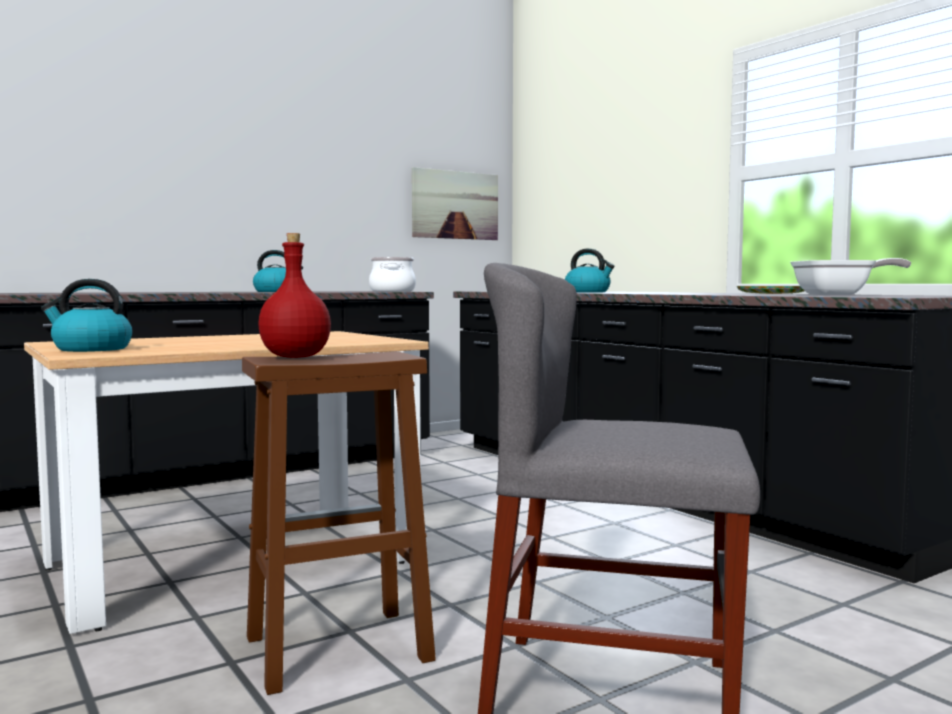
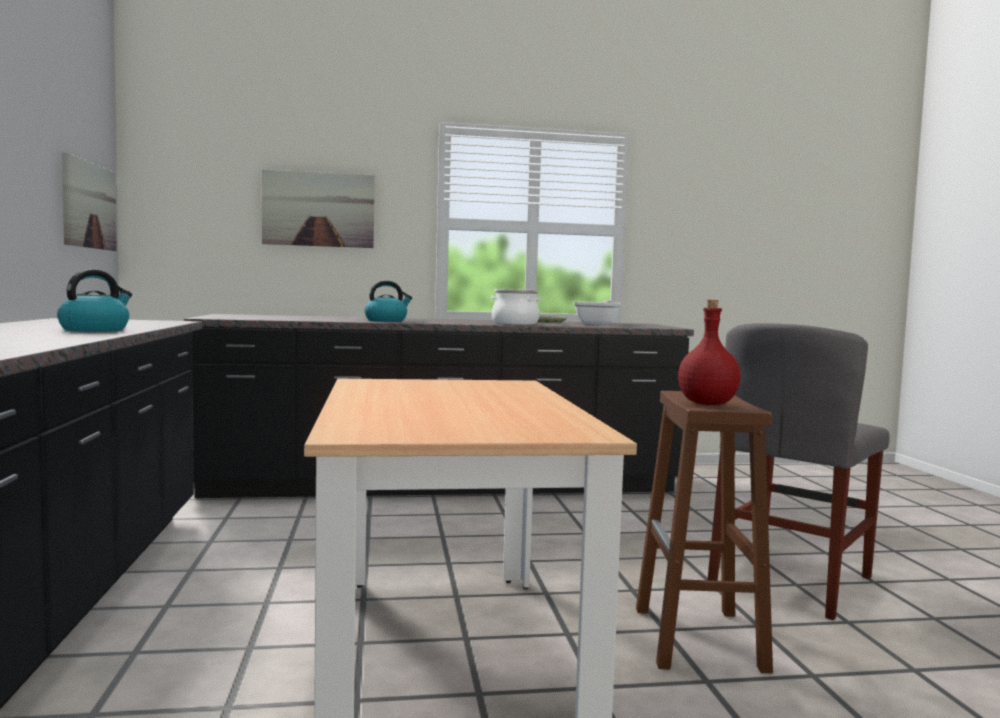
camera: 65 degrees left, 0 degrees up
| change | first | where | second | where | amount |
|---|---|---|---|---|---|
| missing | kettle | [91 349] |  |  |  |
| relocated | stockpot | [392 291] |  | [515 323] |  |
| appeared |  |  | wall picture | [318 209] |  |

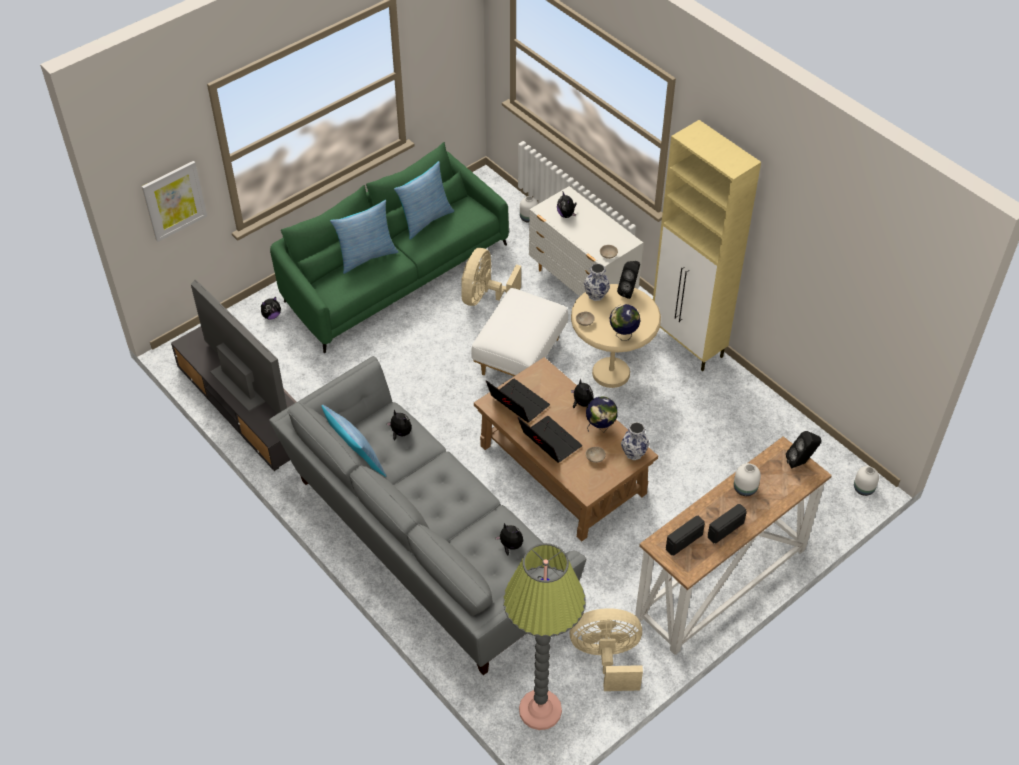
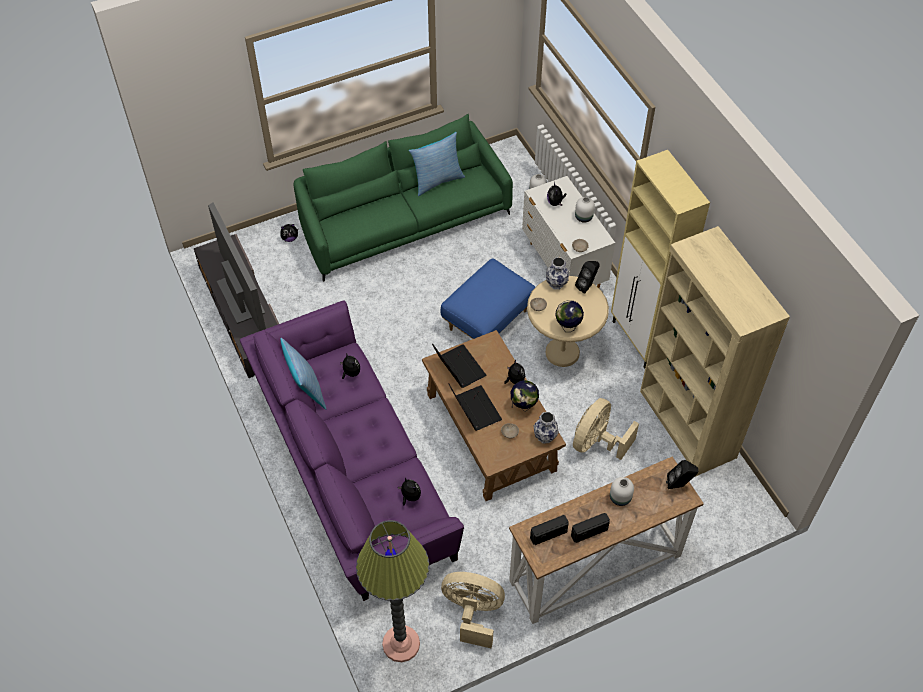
camera: 15 degrees right, 5 degrees up
| change | first | where | second | where | amount |
|---|---|---|---|---|---|
| missing | wall picture | [174 200] |  |  |  |
| colour | gray sofa | [425 546] | purplish sofa | [352 474] |  |
| missing | pillow | [366 256] |  |  |  |
| relocated | beige cooling fan | [484 297] |  | [597 442] |  |
| colour | whitish footrest | [519 356] | blue-coloured footrest | [487 319] |  |
| relocated | whitish decorative vase | [863 488] |  | [583 217] |  |
| appeared |  |  | beige bookcase | [686 425] |  |

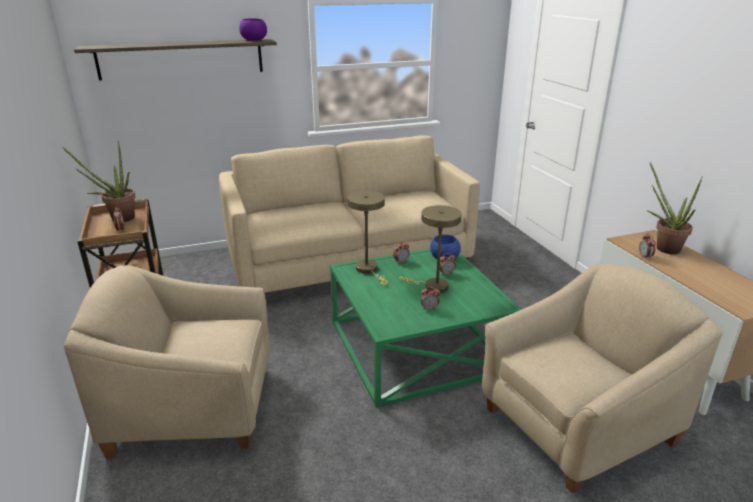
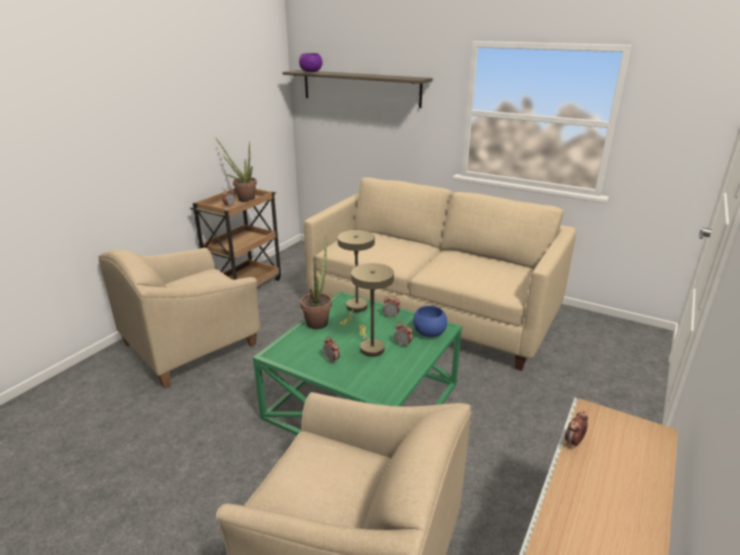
camera: 50 degrees right, 0 degrees up
| change | first | where | second | where | amount |
|---|---|---|---|---|---|
| spun | beige easy chair | [194 407] |  | [191 345] | 90 degrees counterclockwise |
| relocated | purplish serving bowl | [254 40] |  | [310 72] |  |
| relocated | plant in a pot | [663 247] |  | [318 321] |  |

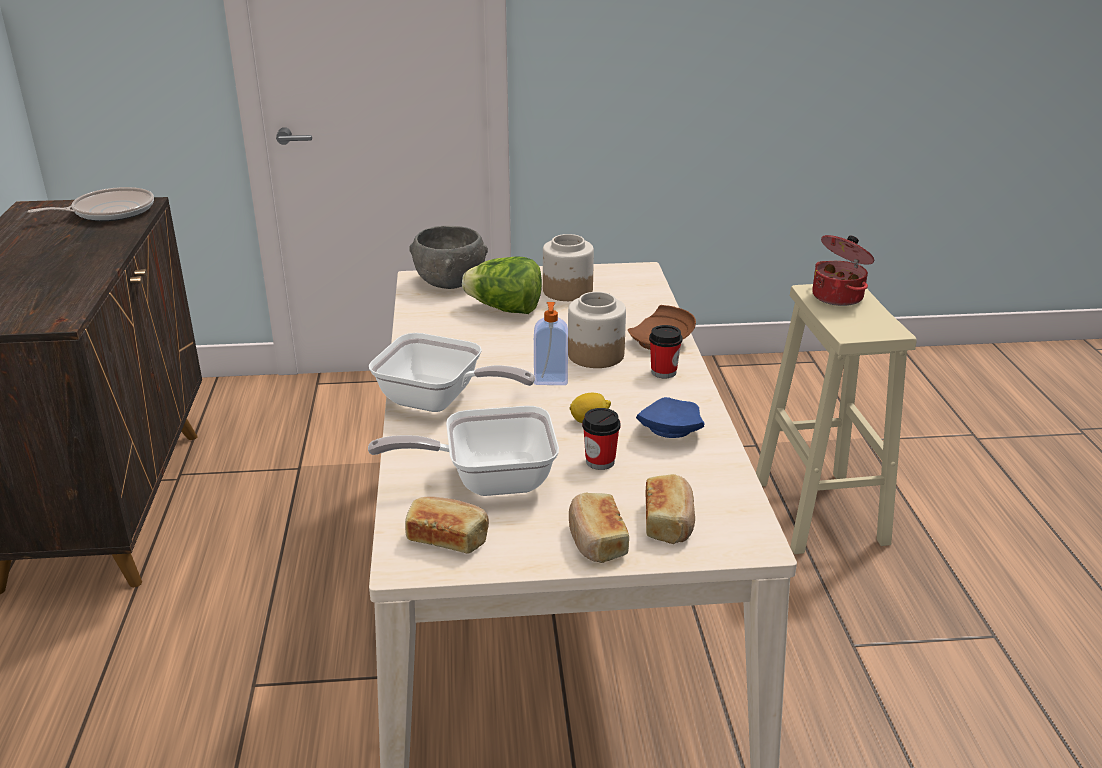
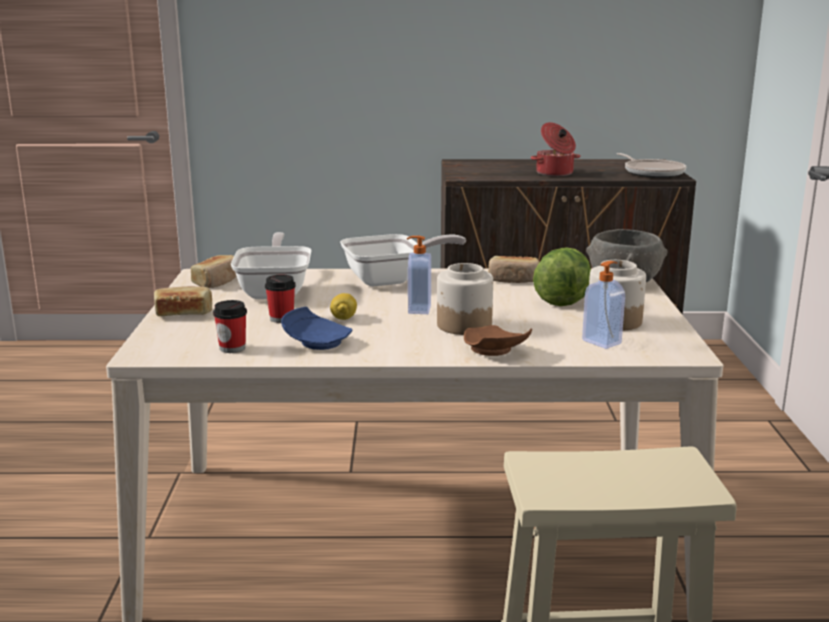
camera: 95 degrees right, 10 degrees down
| change | first | where | second | where | amount |
|---|---|---|---|---|---|
| spun | skillet | [439 401] |  | [391 280] | 135 degrees counterclockwise |
| relocated | baked bread | [669 522] |  | [513 280] |  |
| relocated | small cup | [663 372] |  | [232 348] |  |
| relocated | stockpot | [839 296] |  | [555 173] |  |
| appeared |  |  | soap bottle | [602 342] |  |

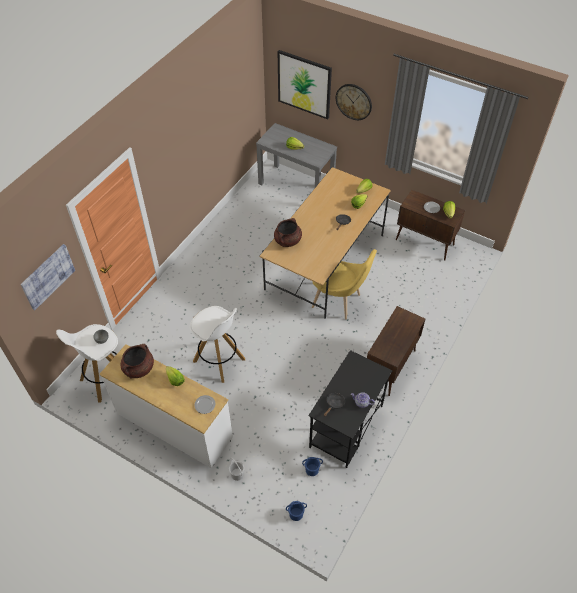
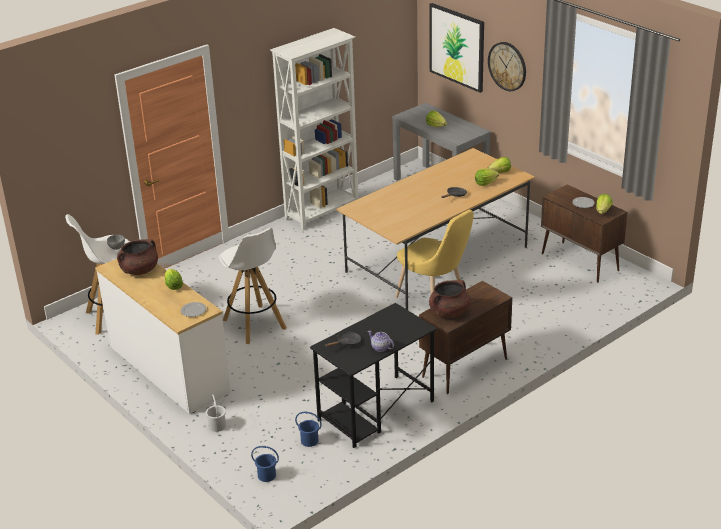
camera: 20 degrees right, 20 degrees down
| change | first | where | second | where | amount |
|---|---|---|---|---|---|
| missing | wall picture | [47 276] |  |  |  |
| relocated | brown-coloured stockpot | [287 241] |  | [449 312] |  |
| appeared |  |  | whitish bookcase | [323 212] |  |

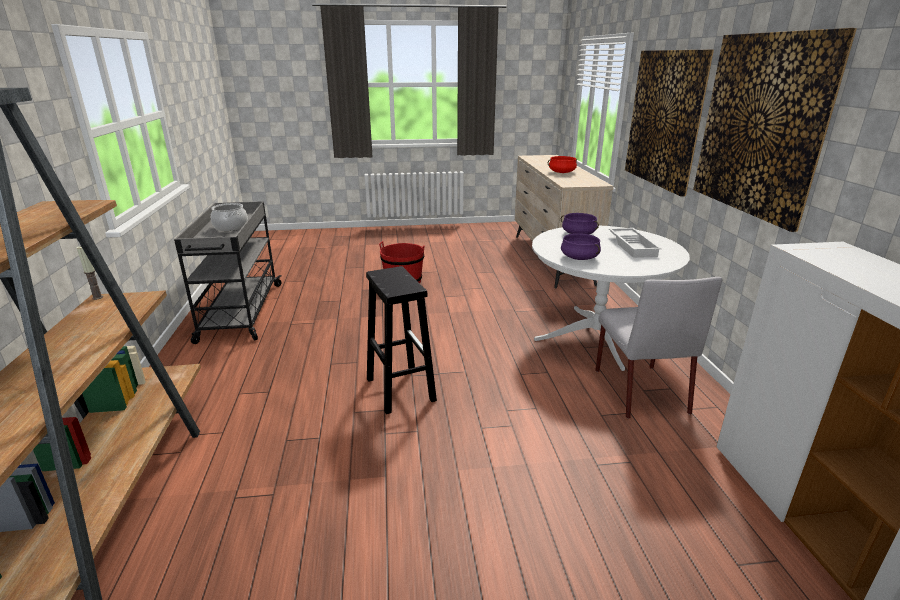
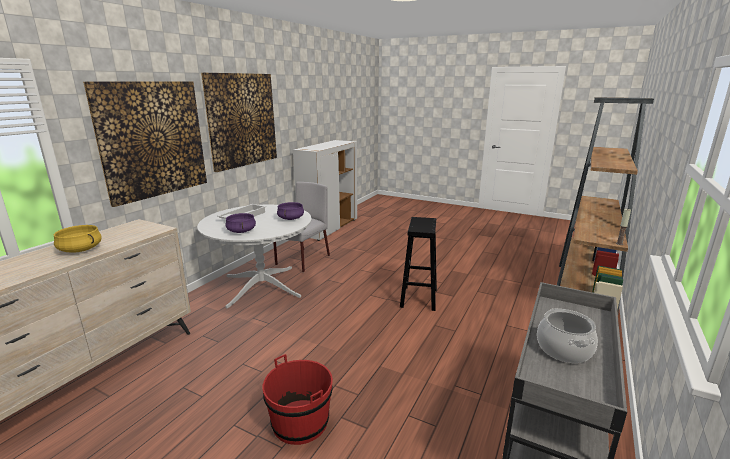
camera: 145 degrees left, 5 degrees down
| change | first | where | second | where | amount |
|---|---|---|---|---|---|
| colour | reddish stockpot | [562 172] | yellow stockpot | [80 250] |  |

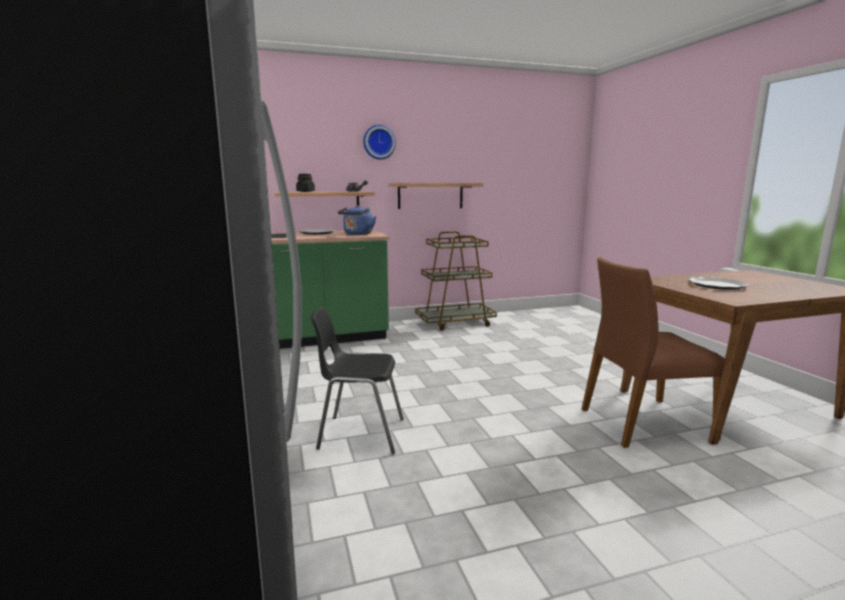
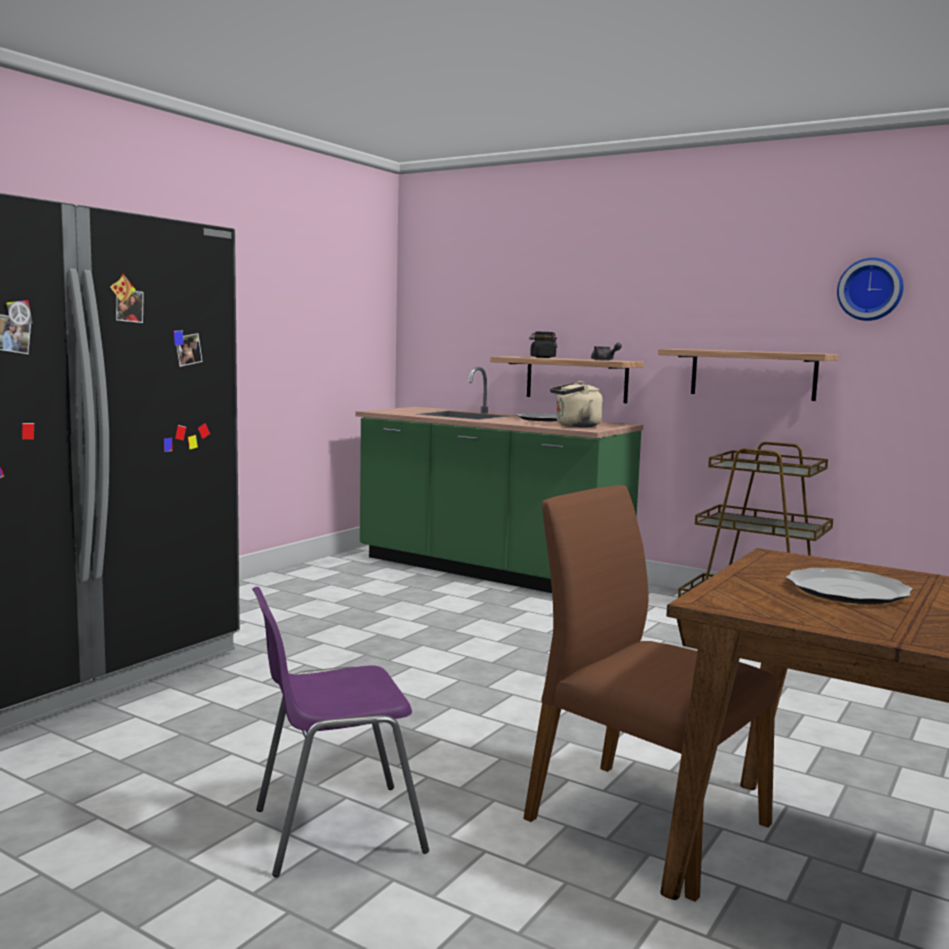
camera: 50 degrees right, 5 degrees down
| change | first | where | second | where | amount |
|---|---|---|---|---|---|
| missing | black-coloured upright chair | [359 433] |  |  |  |
| colour | blue-coloured kettle | [357 234] | beige kettle | [575 426] |  |
| relocated | clock on the wall | [379 142] |  | [870 289] |  |
| appeared |  |  | purplish upright chair | [333 830] |  |

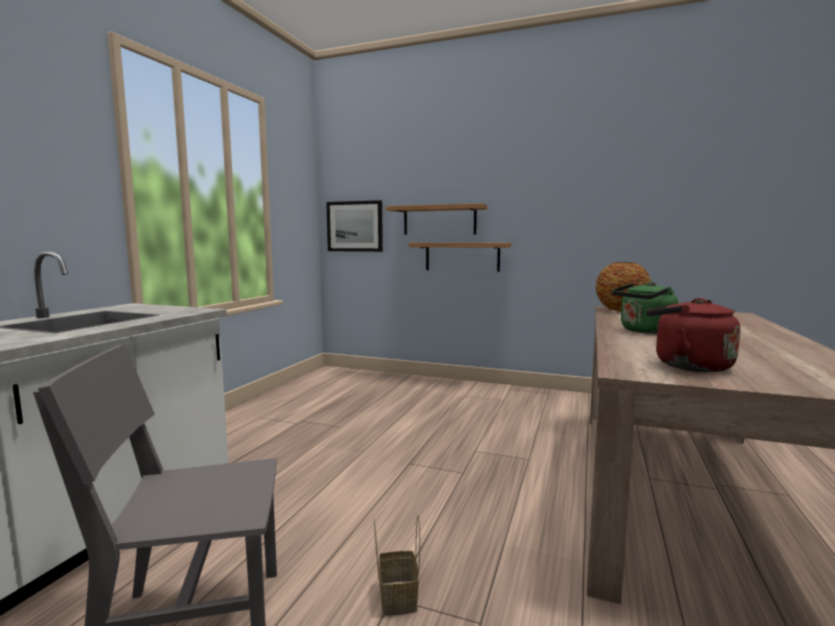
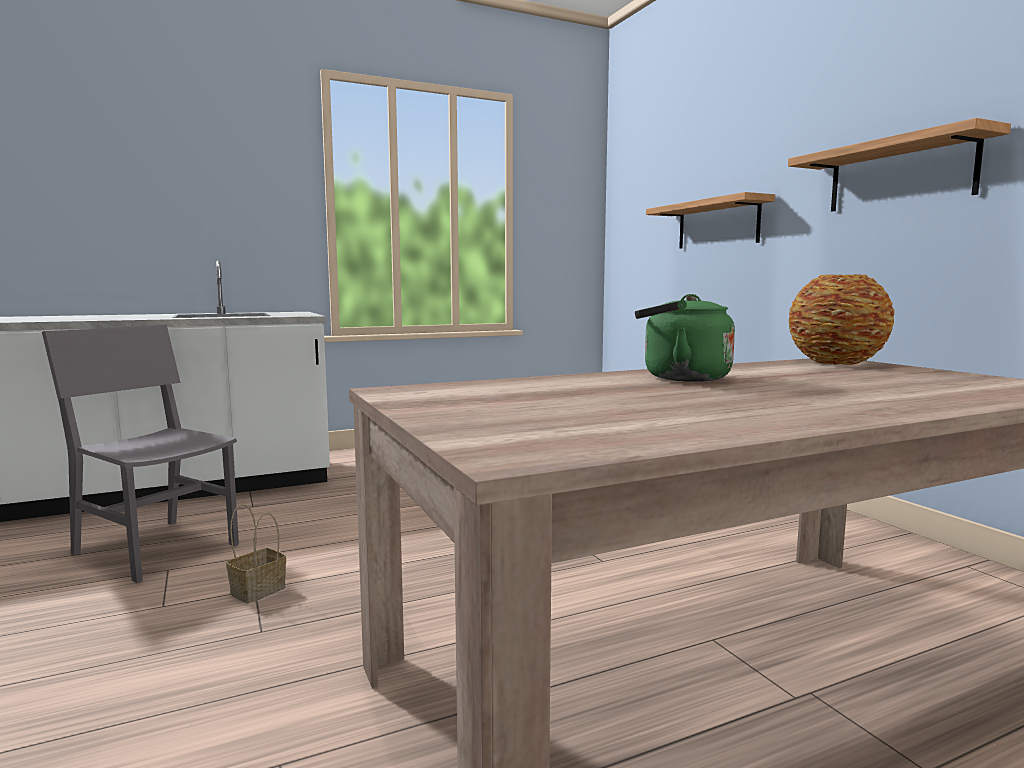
camera: 45 degrees right, 0 degrees up
| change | first | where | second | where | amount |
|---|---|---|---|---|---|
| missing | wall picture | [355 226] |  |  |  |
| relocated | shelf | [462 256] |  | [899 174] |  |
| missing | reddish kettle | [687 365] |  |  |  |

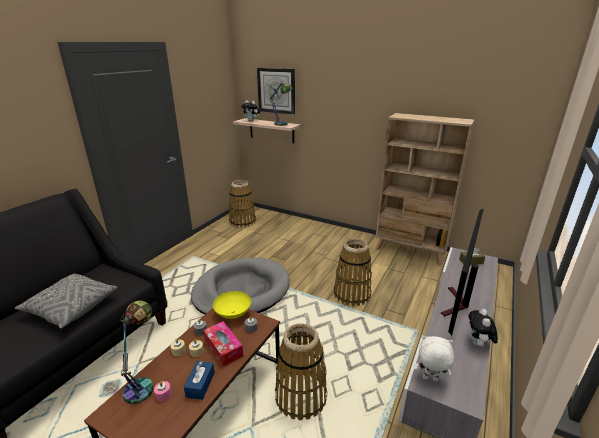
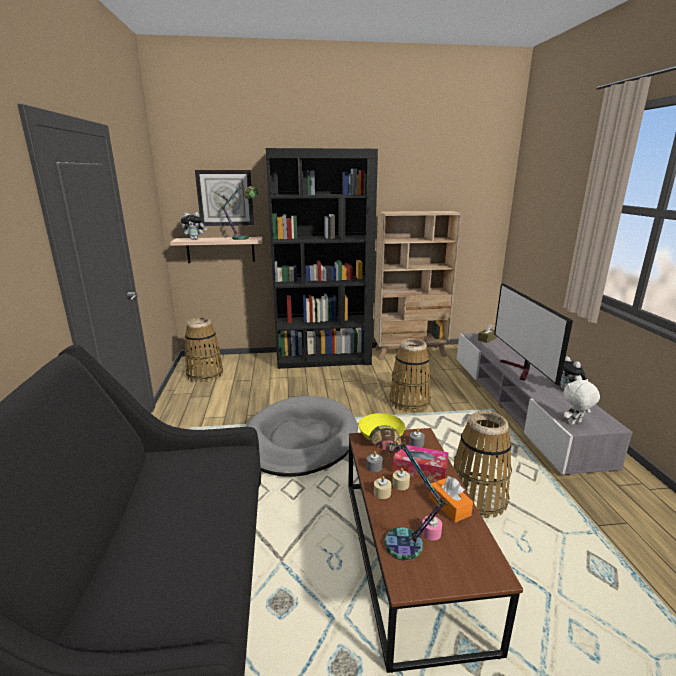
camera: 35 degrees left, 5 degrees down
| change | first | where | second | where | amount |
|---|---|---|---|---|---|
| missing | gray pillow | [71 308] |  |  |  |
| colour | blue-coloured box of tissues | [200 384] | orange-coloured box of tissues | [449 506] |  |
| appeared |  |  | black-coloured bookcase | [323 358] |  |

